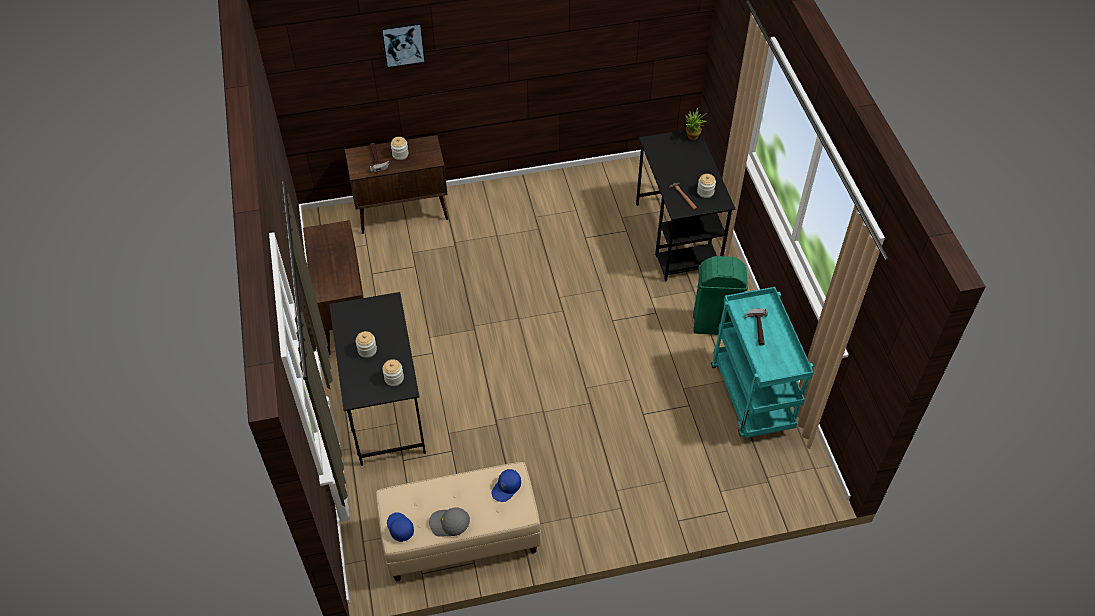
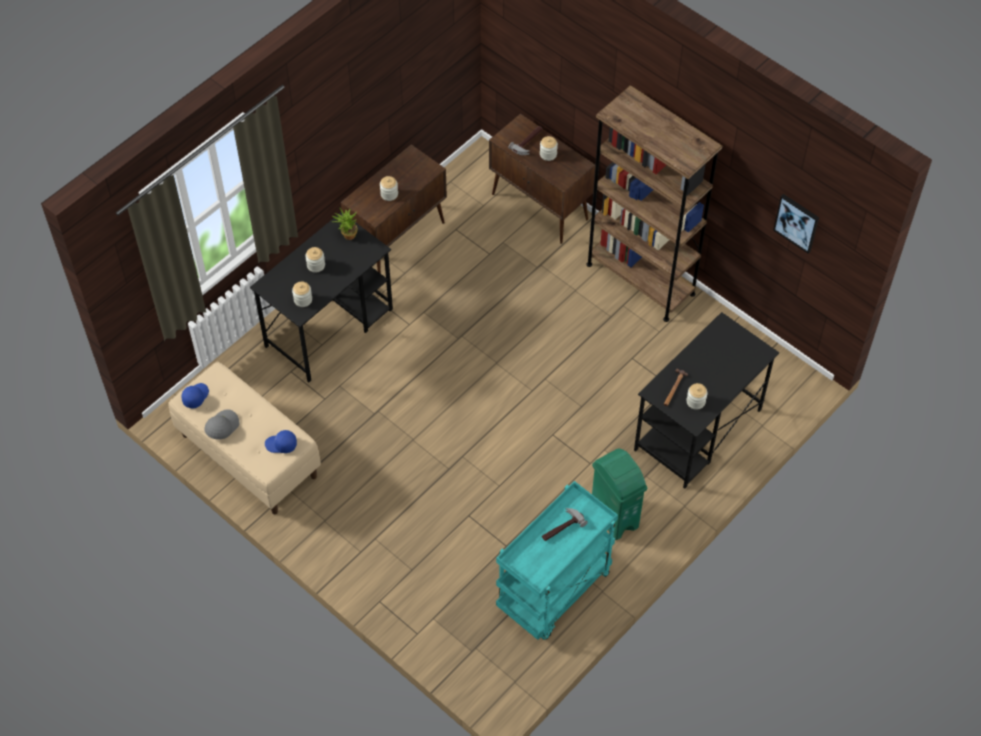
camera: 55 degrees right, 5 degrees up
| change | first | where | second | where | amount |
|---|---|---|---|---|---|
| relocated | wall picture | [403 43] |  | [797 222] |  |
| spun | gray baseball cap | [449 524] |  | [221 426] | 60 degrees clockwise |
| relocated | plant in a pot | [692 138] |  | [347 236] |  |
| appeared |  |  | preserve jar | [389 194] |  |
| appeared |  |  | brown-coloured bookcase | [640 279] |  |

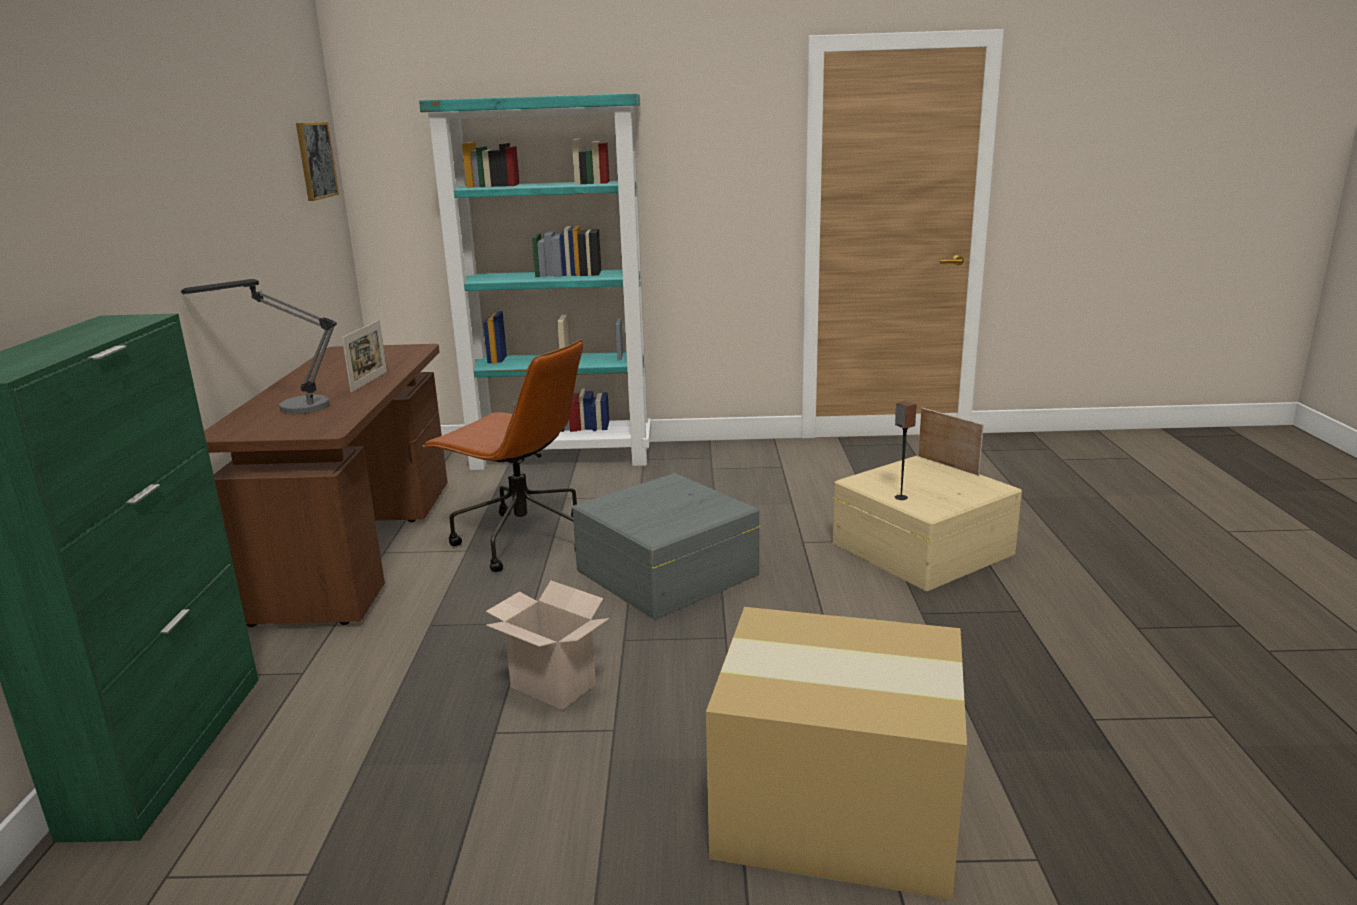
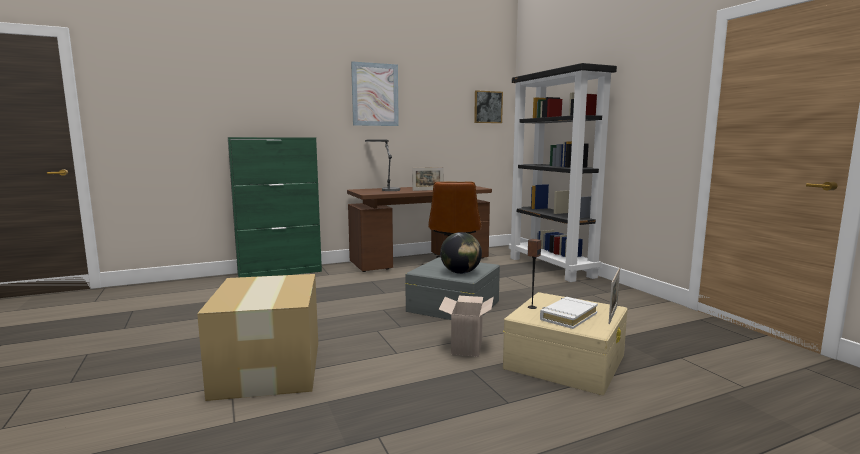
camera: 65 degrees right, 10 degrees down
| change | first | where | second | where | amount |
|---|---|---|---|---|---|
| colour | blue-green bookcase | [563 457] | black-coloured bookcase | [552 267] |  |
| relocated | packing box | [550 686] |  | [465 347] |  |
| appeared |  |  | wall picture | [375 94] |  |
| appeared |  |  | globe | [460 272] |  |
| appeared |  |  | whitish bound book | [568 316] |  |

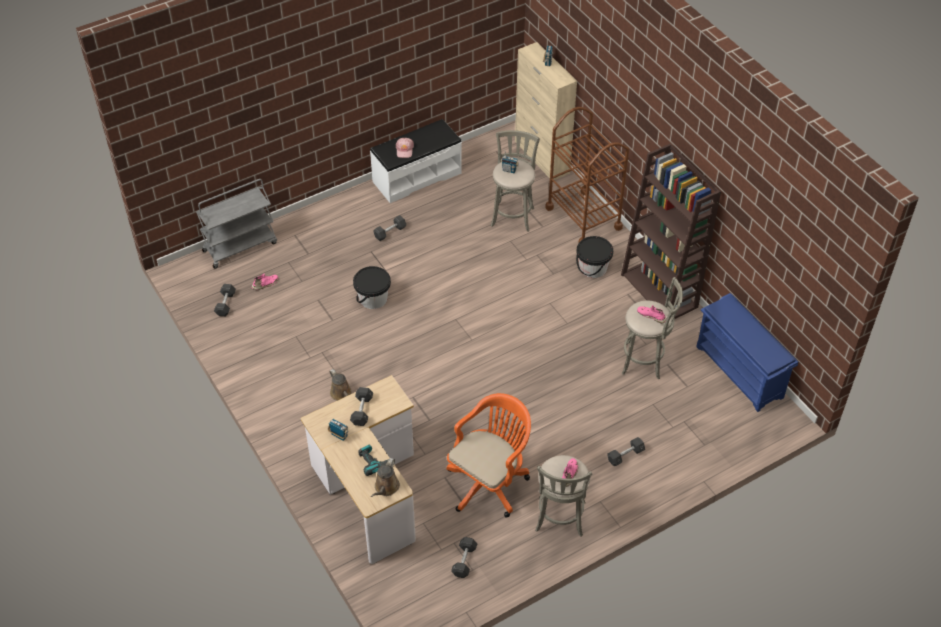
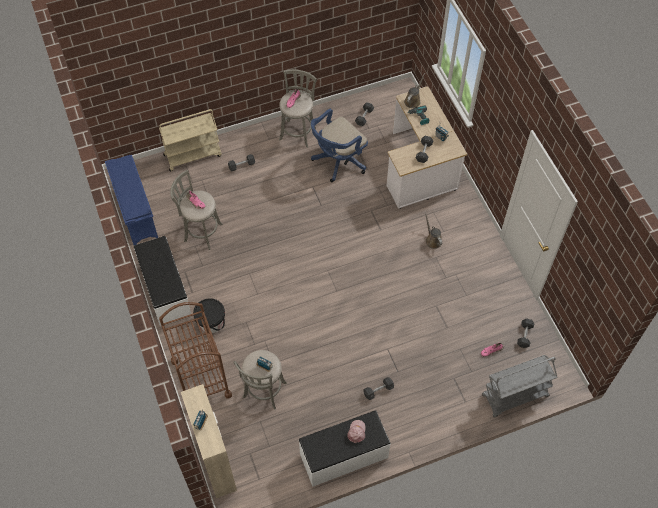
camera: 170 degrees left, 10 degrees up
| change | first | where | second | where | amount |
|---|---|---|---|---|---|
| missing | black-coloured bucket | [373 298] |  |  |  |
| colour | orange-coloured desk chair | [490 482] | blue-coloured desk chair | [337 161] |  |
| exchanged | brown-coloured bookcase | [660 291] | whitish long seat | [165 291] |  |
| appeared |  |  | beige trolley | [193 155] |  |

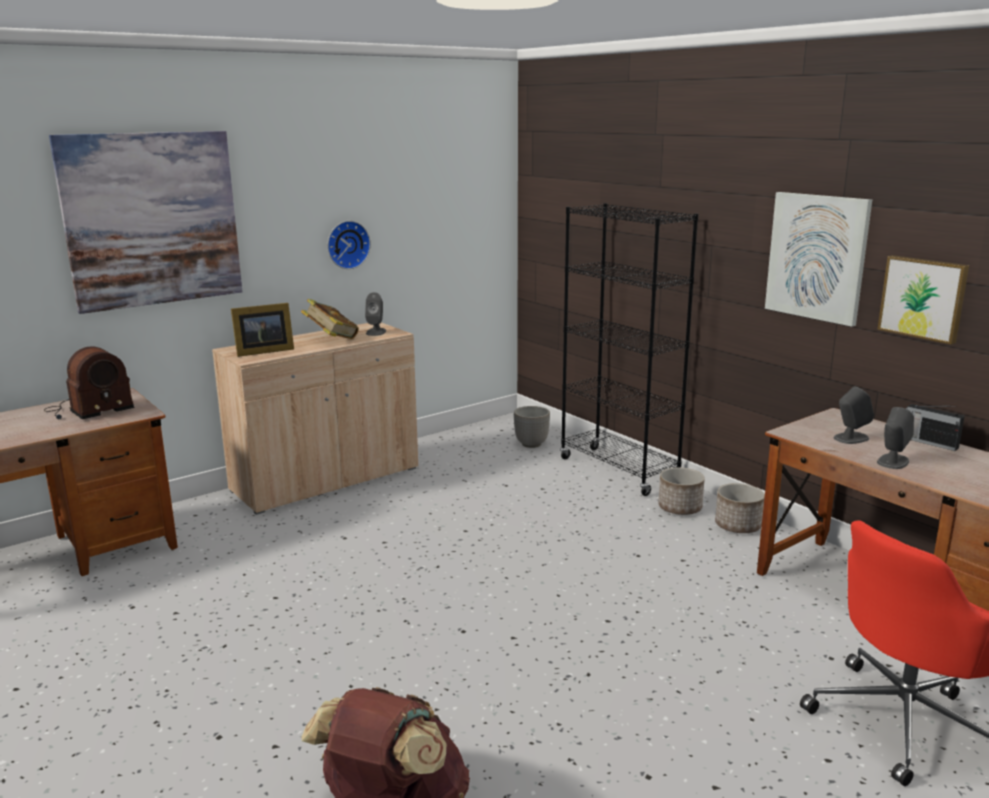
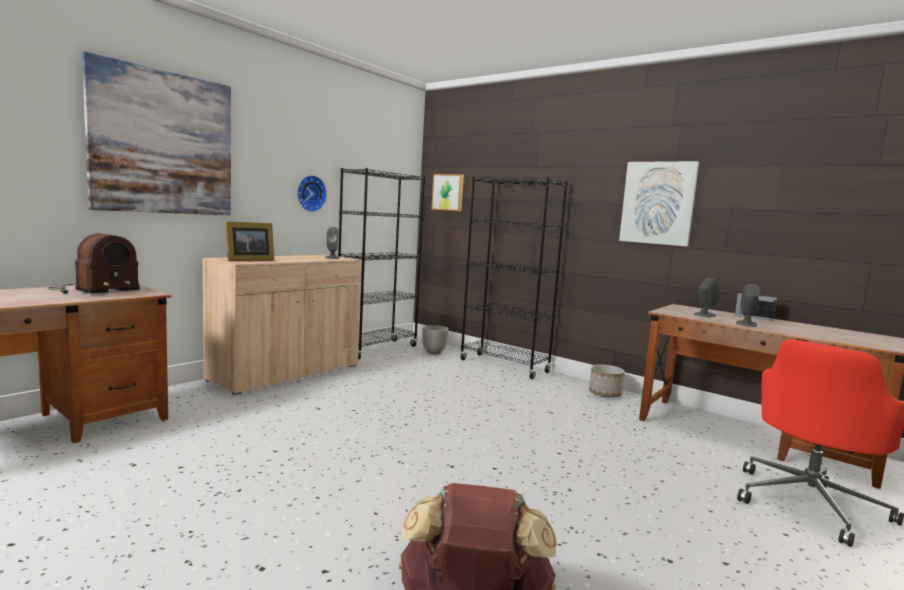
camera: 15 degrees left, 10 degrees down
| change | first | where | second | where | amount |
|---|---|---|---|---|---|
| missing | bound book | [331 339] |  |  |  |
| missing | plant pot | [679 508] |  |  |  |
| relocated | wall picture | [923 298] |  | [448 192] |  |
| appeared |  |  | black-coloured bookcase | [377 349] |  |

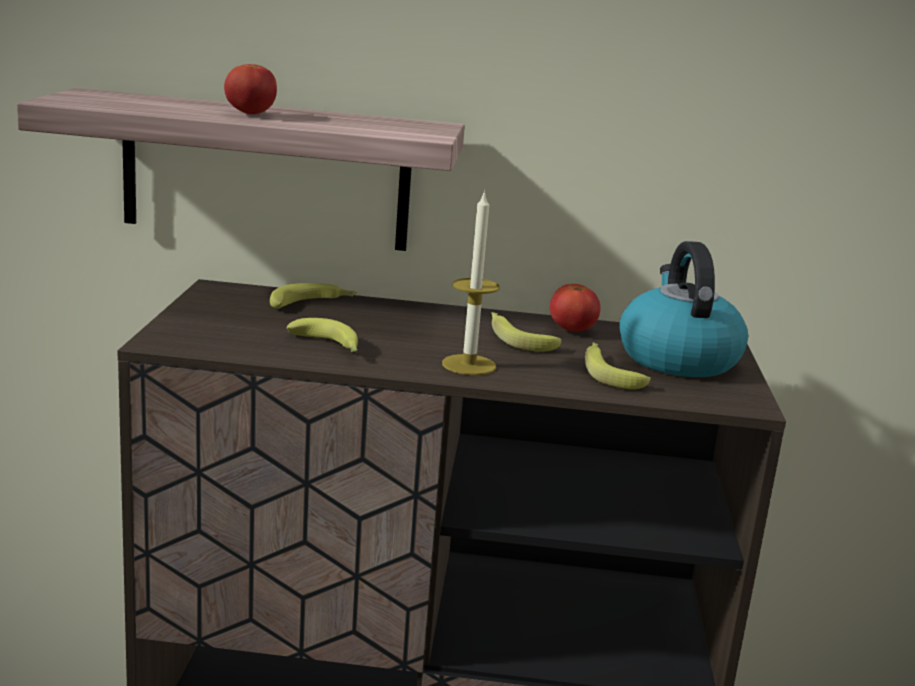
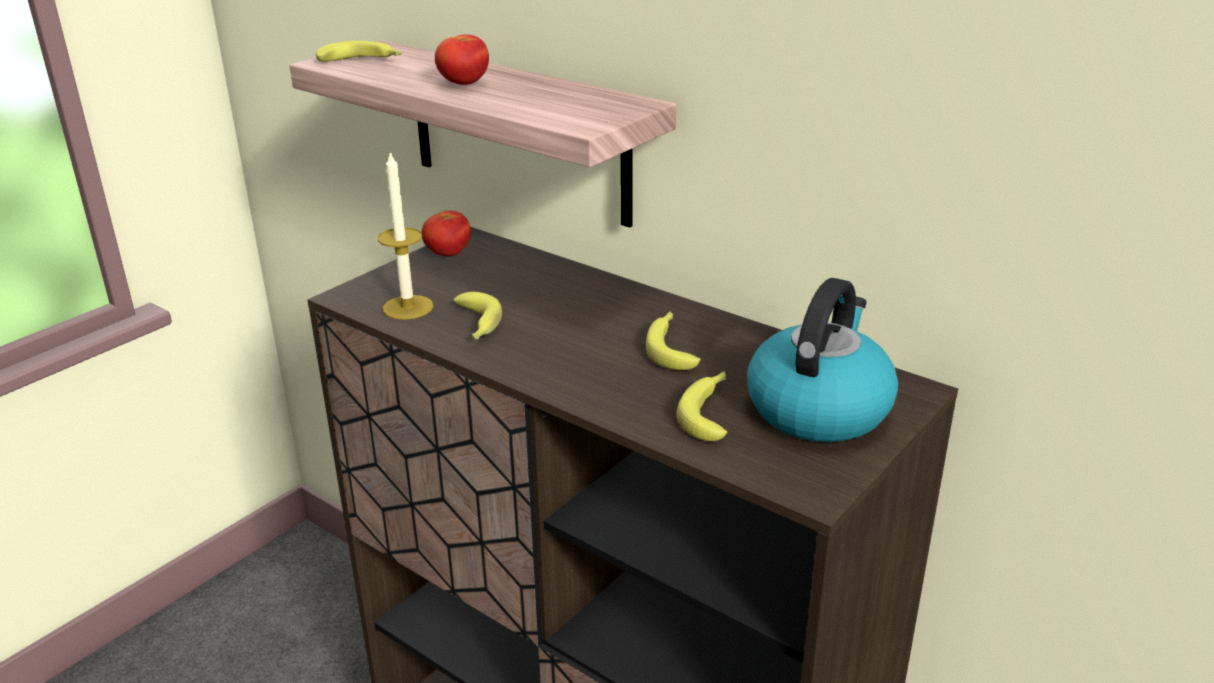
camera: 35 degrees right, 10 degrees up
| change | first | where | second | where | amount |
|---|---|---|---|---|---|
| relocated | banana | [313 304] |  | [363 62] |  |
| relocated | candle | [469 365] |  | [408 307] |  |
| relocated | whole tomato | [572 330] |  | [448 254] |  |

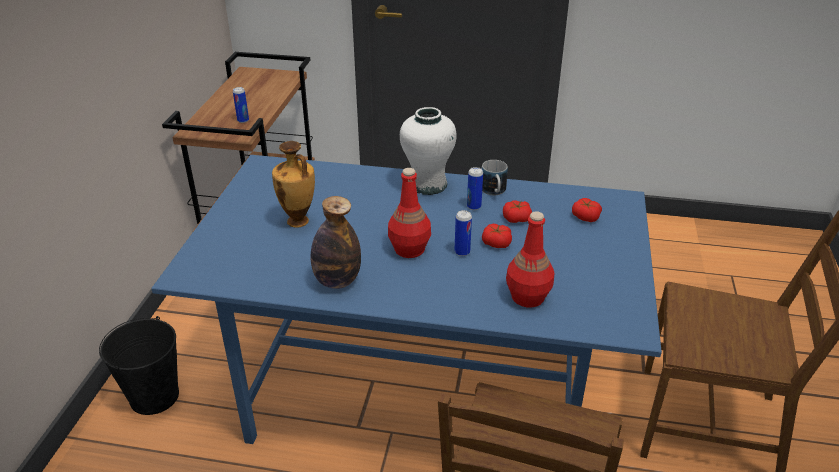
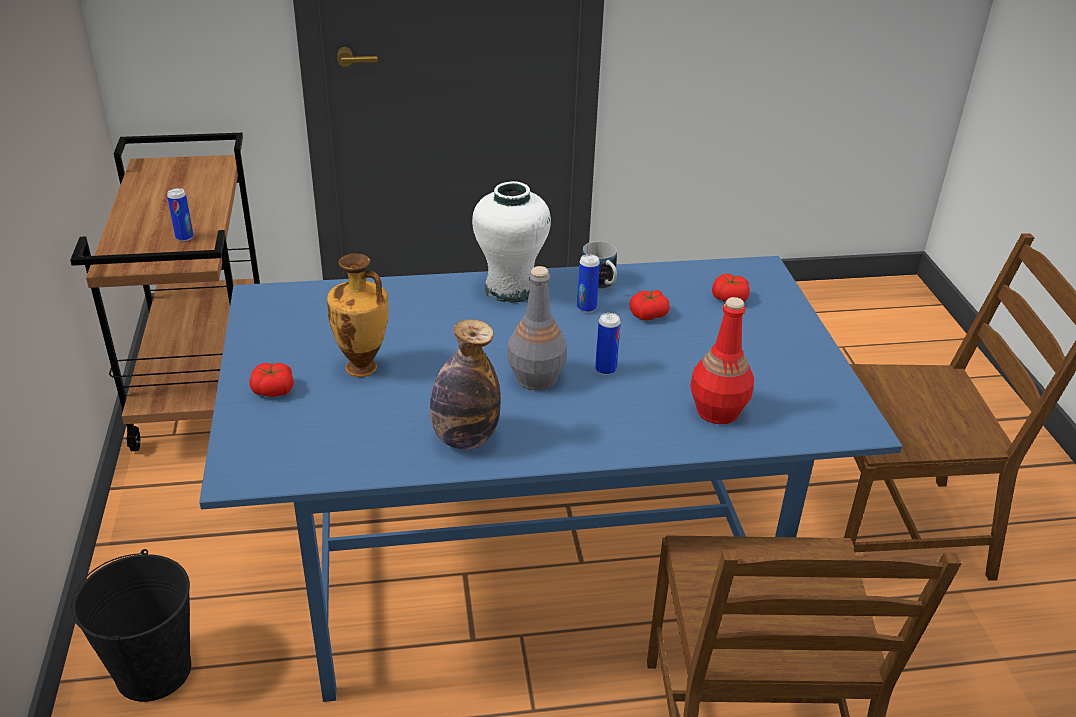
camera: 20 degrees left, 0 degrees up
| change | first | where | second | where | amount |
|---|---|---|---|---|---|
| colour | reddish bottle | [409 249] | gray bottle | [535 378] |  |
| relocated | whole tomato | [496 243] |  | [273 390] |  |

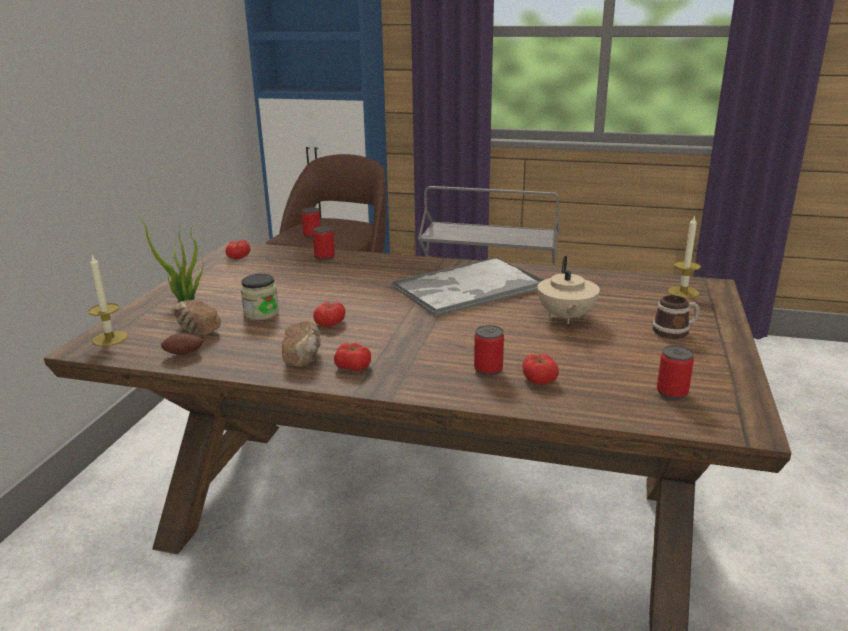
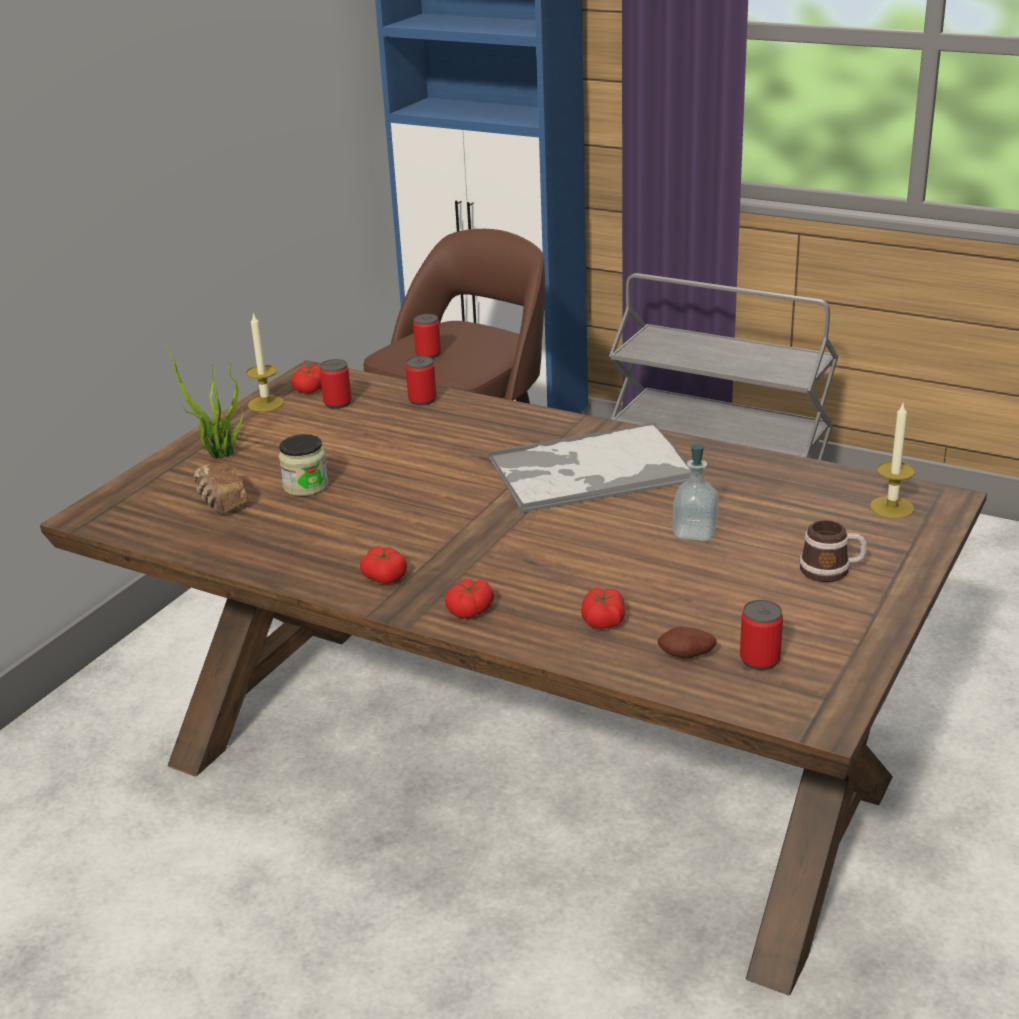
camera: 15 degrees right, 5 degrees up
| change | first | where | second | where | amount |
|---|---|---|---|---|---|
| relocated | candle | [110 338] |  | [266 404] |  |
| relocated | spud | [183 354] |  | [686 657] |  |
| missing | baked bread | [303 356] |  |  |  |
| relocated | whole tomato | [330 322] |  | [470 610] |  |
| relocated | sealed can | [488 369] |  | [337 403] |  |
| exchanged | beige pot for tea | [565 317] | soap bottle | [695 532] |  |

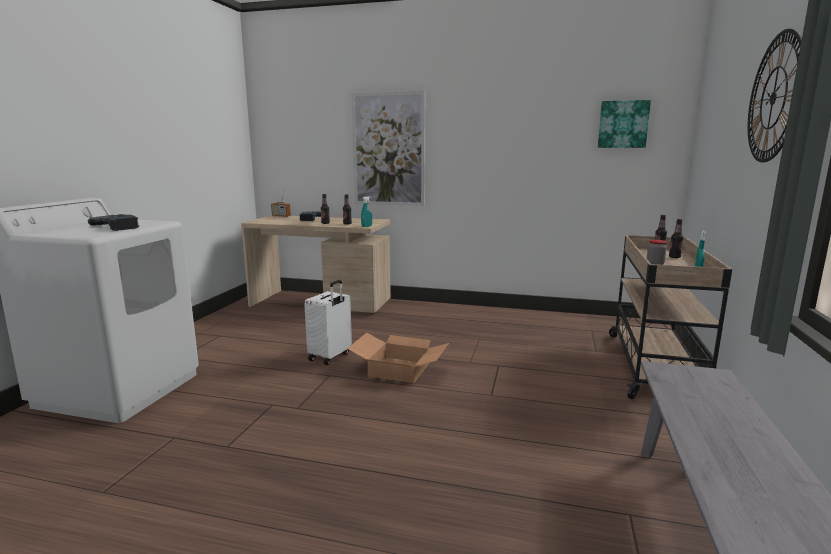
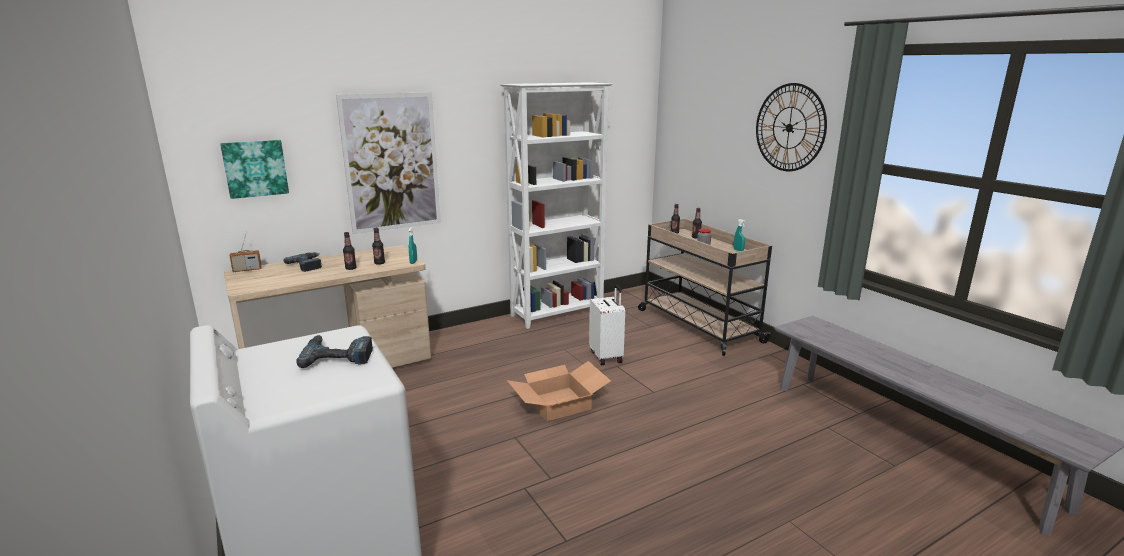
camera: 45 degrees left, 5 degrees up
| change | first | where | second | where | amount |
|---|---|---|---|---|---|
| relocated | whitish travel case | [330 357] |  | [607 356] |  |
| relocated | wall picture | [623 124] |  | [255 168] |  |
| appeared |  |  | whitish bookcase | [558 313] |  |

